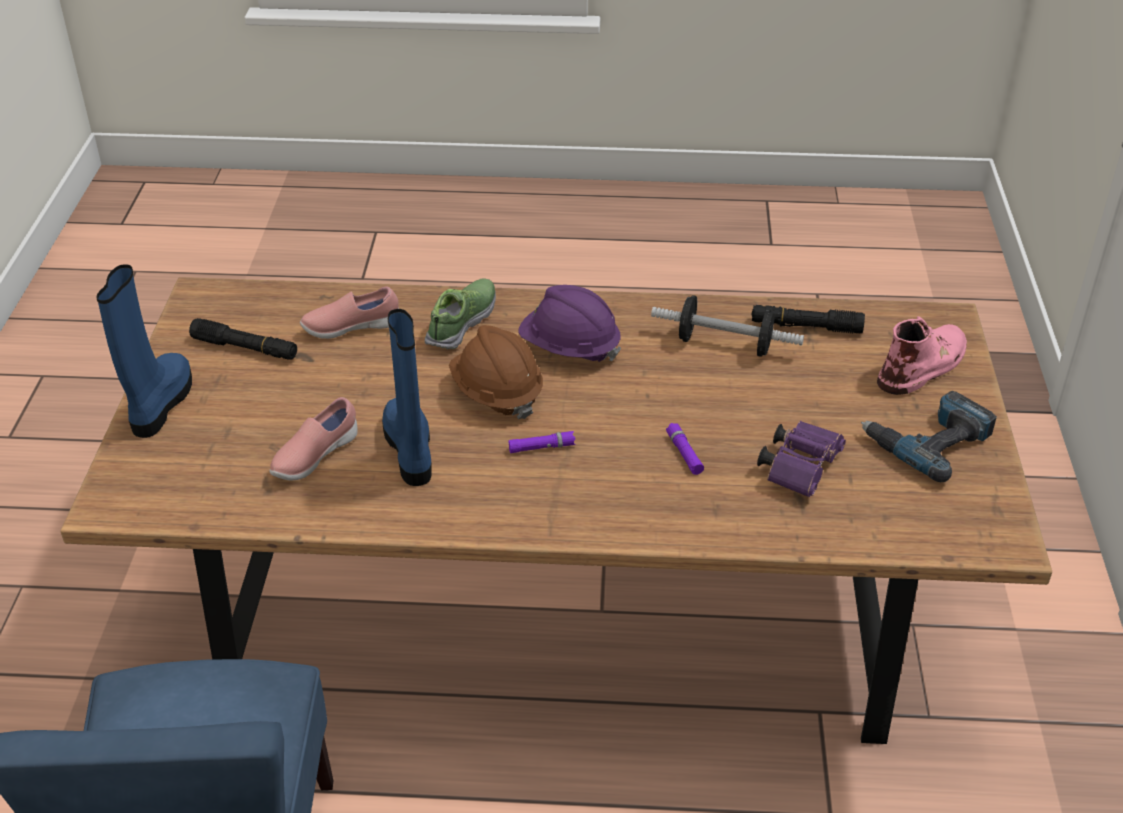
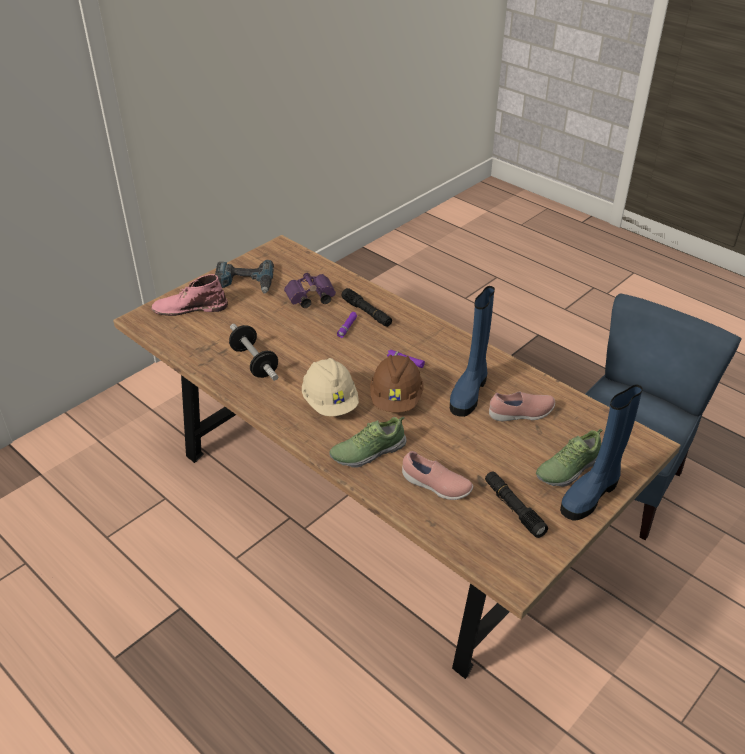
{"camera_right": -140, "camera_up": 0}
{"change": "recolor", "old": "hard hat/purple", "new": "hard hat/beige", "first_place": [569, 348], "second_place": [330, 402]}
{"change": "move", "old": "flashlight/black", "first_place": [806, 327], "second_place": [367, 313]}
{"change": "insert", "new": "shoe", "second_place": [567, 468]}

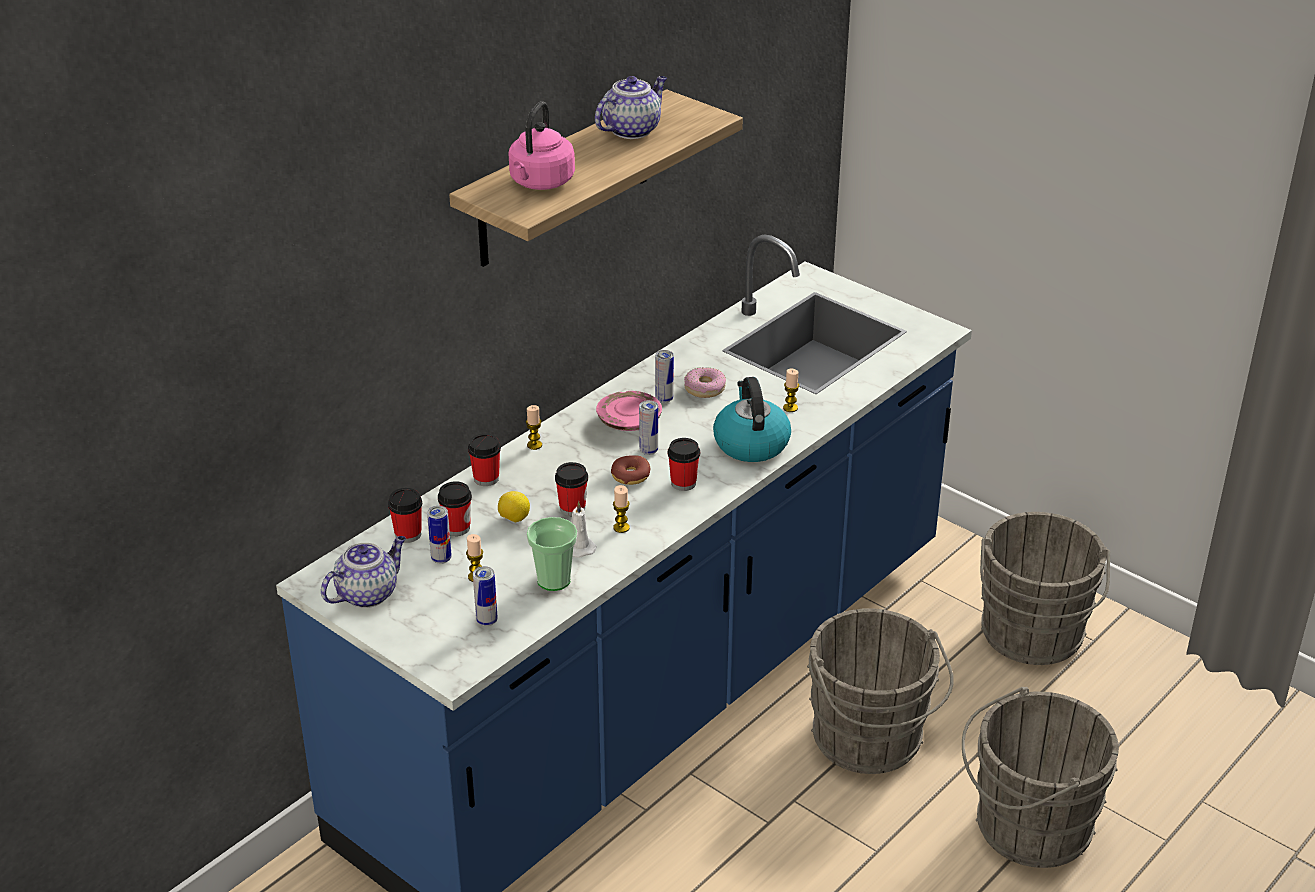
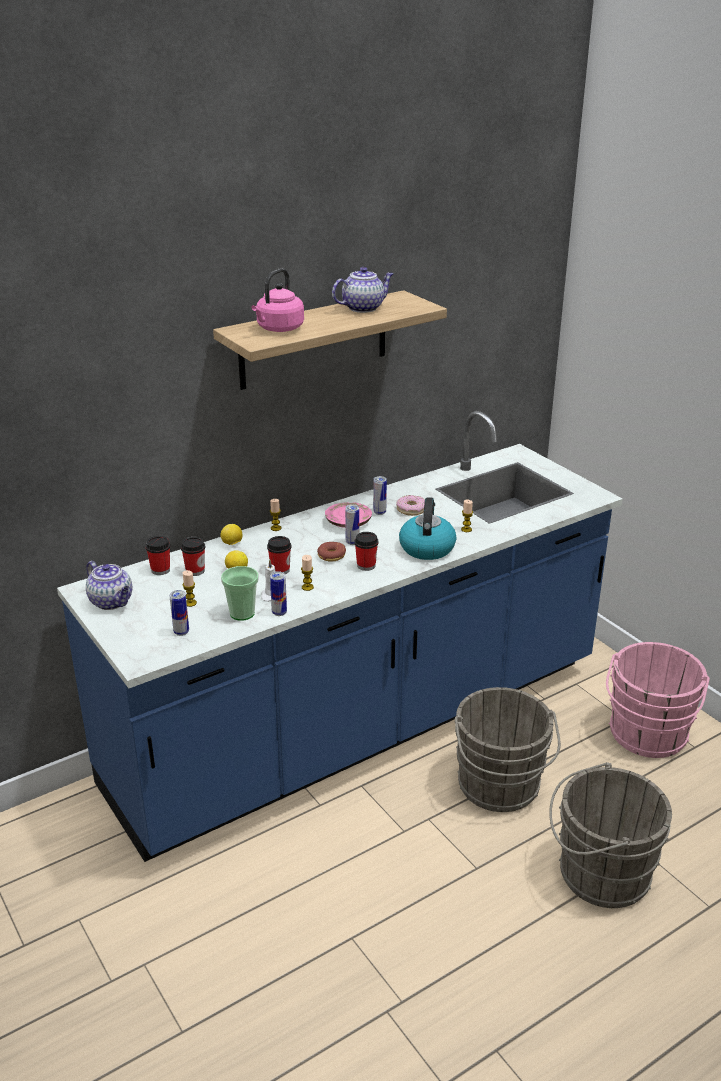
{"camera_right": 15, "camera_up": -5}
{"change": "replace", "old": "cup", "new": "lemon", "first_place": [486, 478], "second_place": [232, 544]}
{"change": "move", "old": "can", "first_place": [441, 559], "second_place": [279, 612]}
{"change": "recolor", "old": "bucket/grey", "new": "bucket/pink", "first_place": [1031, 637], "second_place": [647, 736]}
{"change": "rotate", "old": "teapot", "first_place": [368, 593], "second_place": [112, 602], "degrees": 75}

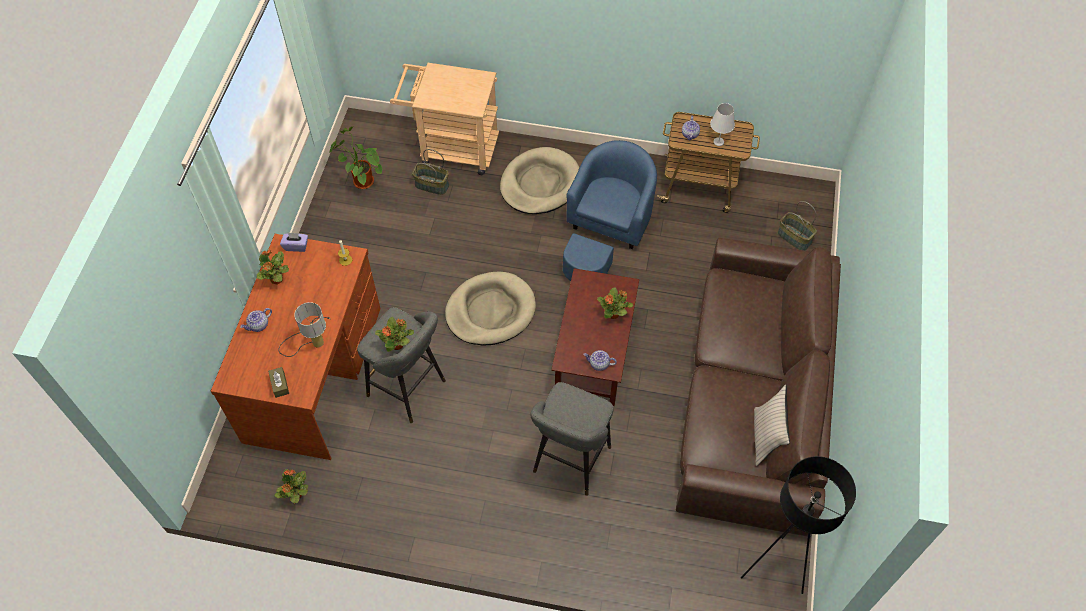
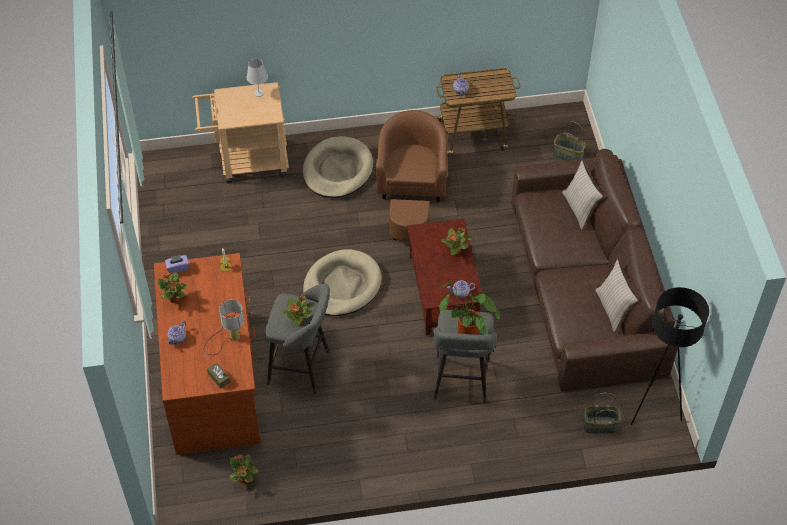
{"camera_right": -20, "camera_up": -5}
{"change": "move", "old": "table lamp/white", "first_place": [718, 141], "second_place": [258, 93]}
{"change": "move", "old": "potted plant", "first_place": [361, 181], "second_place": [465, 332]}
{"change": "recolor", "old": "armchair/blue", "new": "armchair/brown", "first_place": [606, 232], "second_place": [411, 194]}
{"change": "move", "old": "basket", "first_place": [431, 185], "second_place": [599, 426]}
{"change": "insert", "new": "pillow/beige", "second_place": [579, 208]}

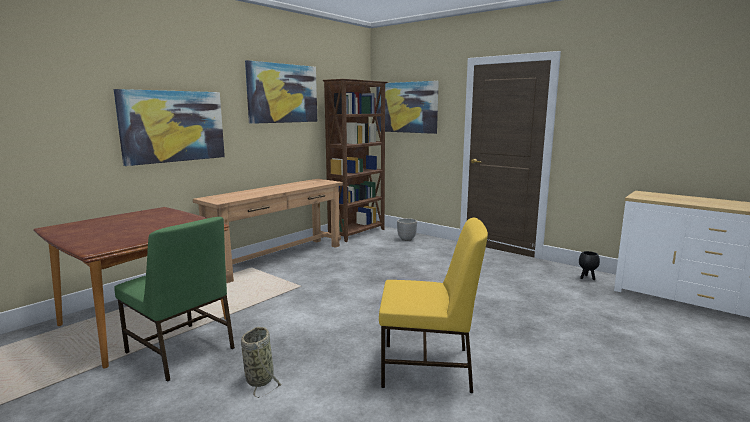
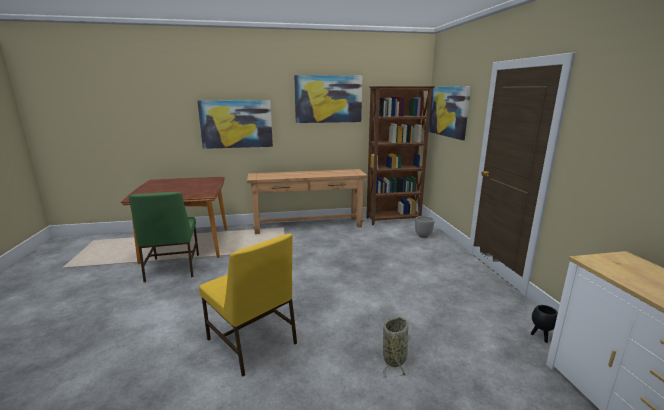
{"camera_right": 40, "camera_up": 5}
{"change": "move", "old": "basket", "first_place": [259, 378], "second_place": [395, 358]}

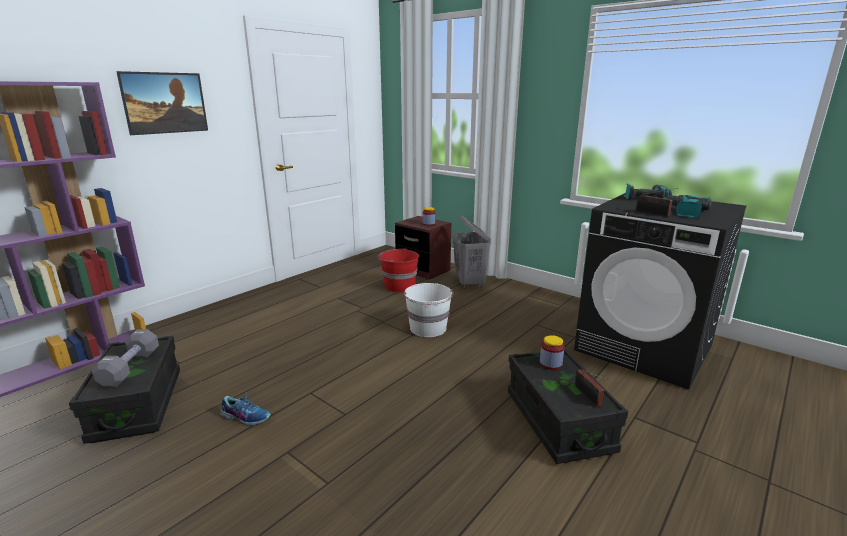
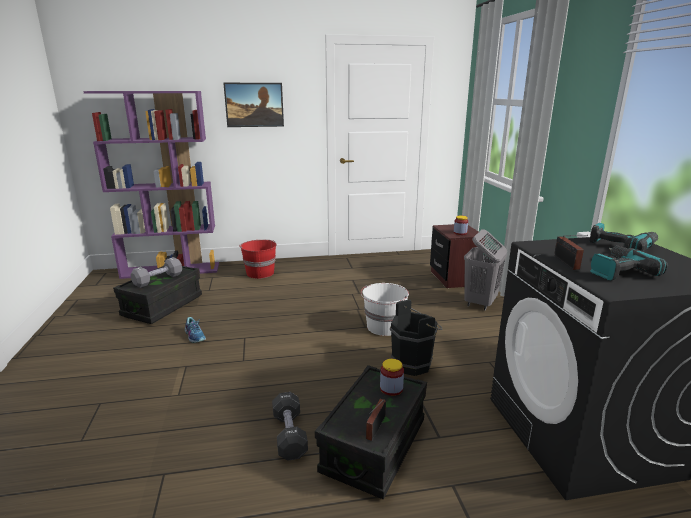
{"camera_right": 40, "camera_up": 0}
{"change": "move", "old": "bucket/red", "first_place": [399, 286], "second_place": [260, 273]}
{"change": "insert", "new": "bucket/black", "second_place": [414, 363]}
{"change": "insert", "new": "dumbbell/black", "second_place": [289, 435]}

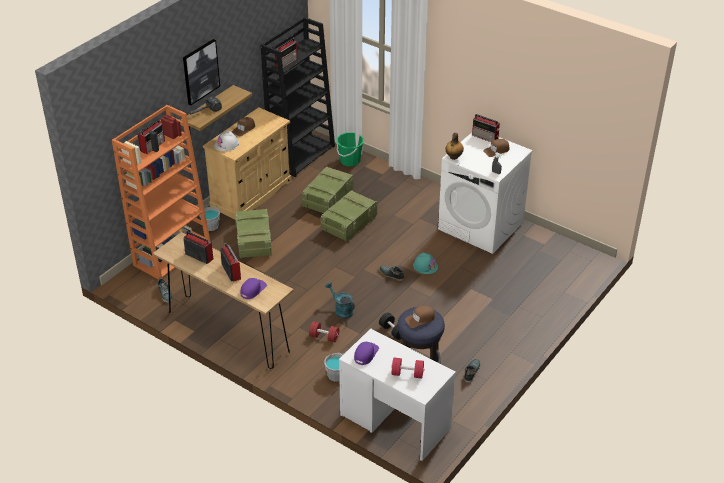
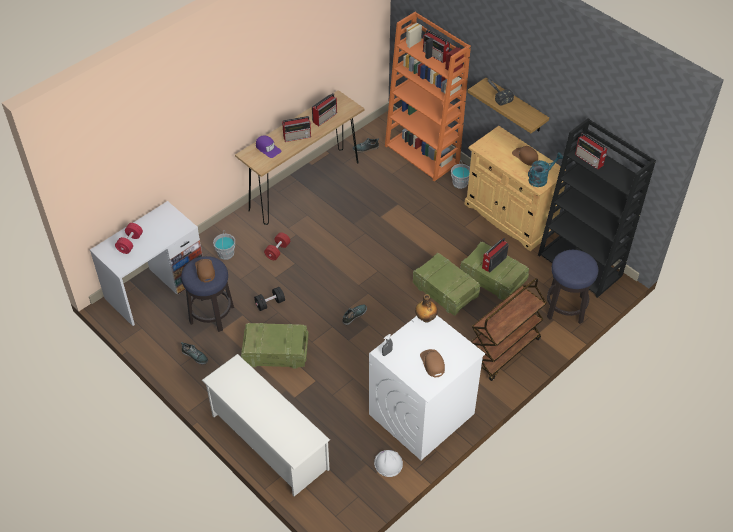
{"camera_right": 100, "camera_up": 10}
{"change": "delete", "old": "picture", "first_place": [200, 71]}
{"change": "move", "old": "radio", "first_place": [485, 137], "second_place": [493, 263]}
{"change": "move", "old": "hard hat/white", "first_place": [227, 144], "second_place": [388, 463]}
{"change": "replace", "old": "bucket/green", "new": "stool", "first_place": [350, 161], "second_place": [565, 308]}
{"change": "move", "old": "crate", "first_place": [254, 242], "second_place": [275, 353]}
{"change": "delete", "old": "hard hat/turquoise", "first_place": [425, 266]}
{"change": "move", "old": "watering can/turquoise", "first_place": [341, 310], "second_place": [541, 178]}
{"change": "delete", "old": "cap/purple", "first_place": [366, 354]}
{"change": "insert", "new": "cart/brown", "second_place": [503, 351]}
{"change": "insert", "new": "shoe rack/white", "second_place": [268, 441]}

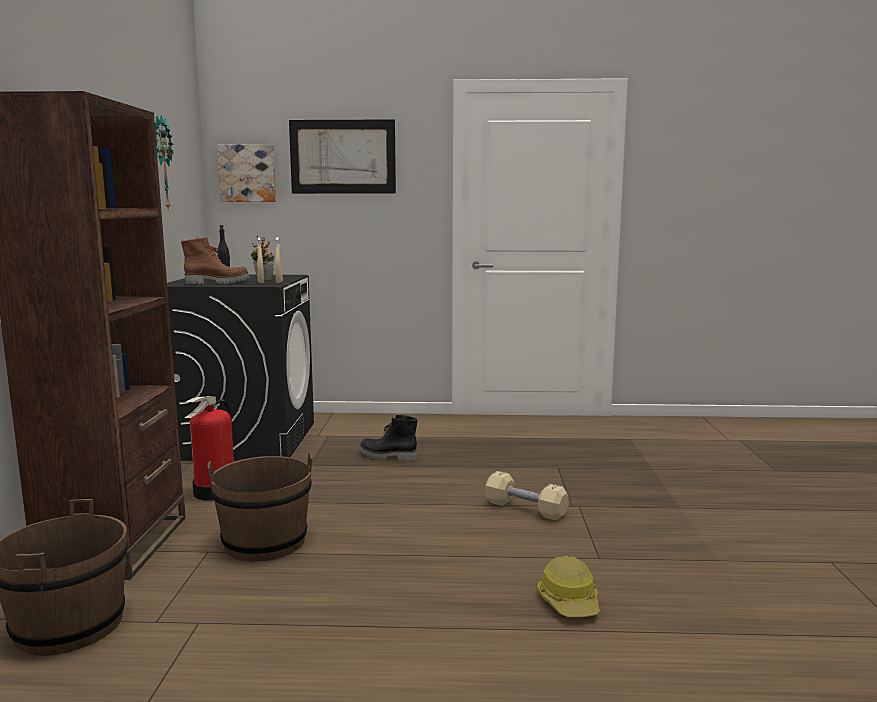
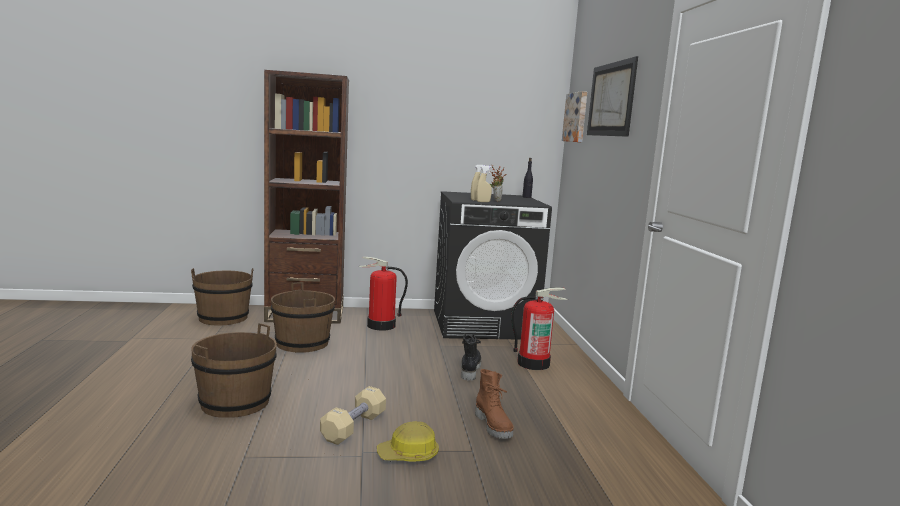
{"camera_right": 80, "camera_up": 0}
{"change": "delete", "old": "wall clock", "first_place": [160, 163]}
{"change": "move", "old": "boot/brown", "first_place": [217, 283], "second_place": [494, 426]}
{"change": "move", "old": "hard hat", "first_place": [569, 601], "second_place": [408, 455]}
{"change": "insert", "new": "fire extinguisher", "second_place": [533, 363]}
{"change": "insert", "new": "bucket/brown", "second_place": [235, 402]}

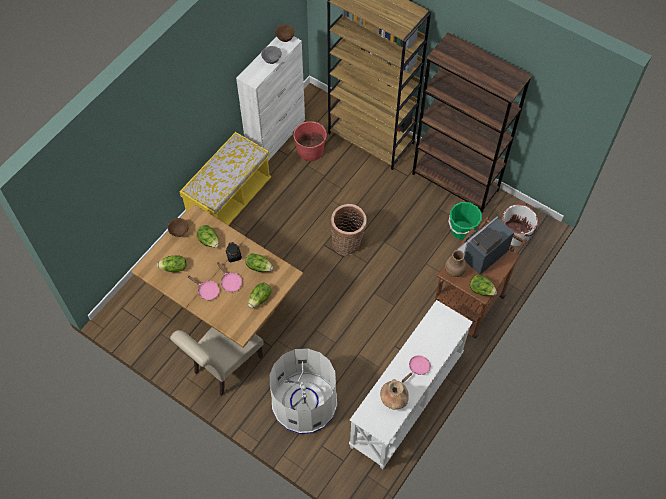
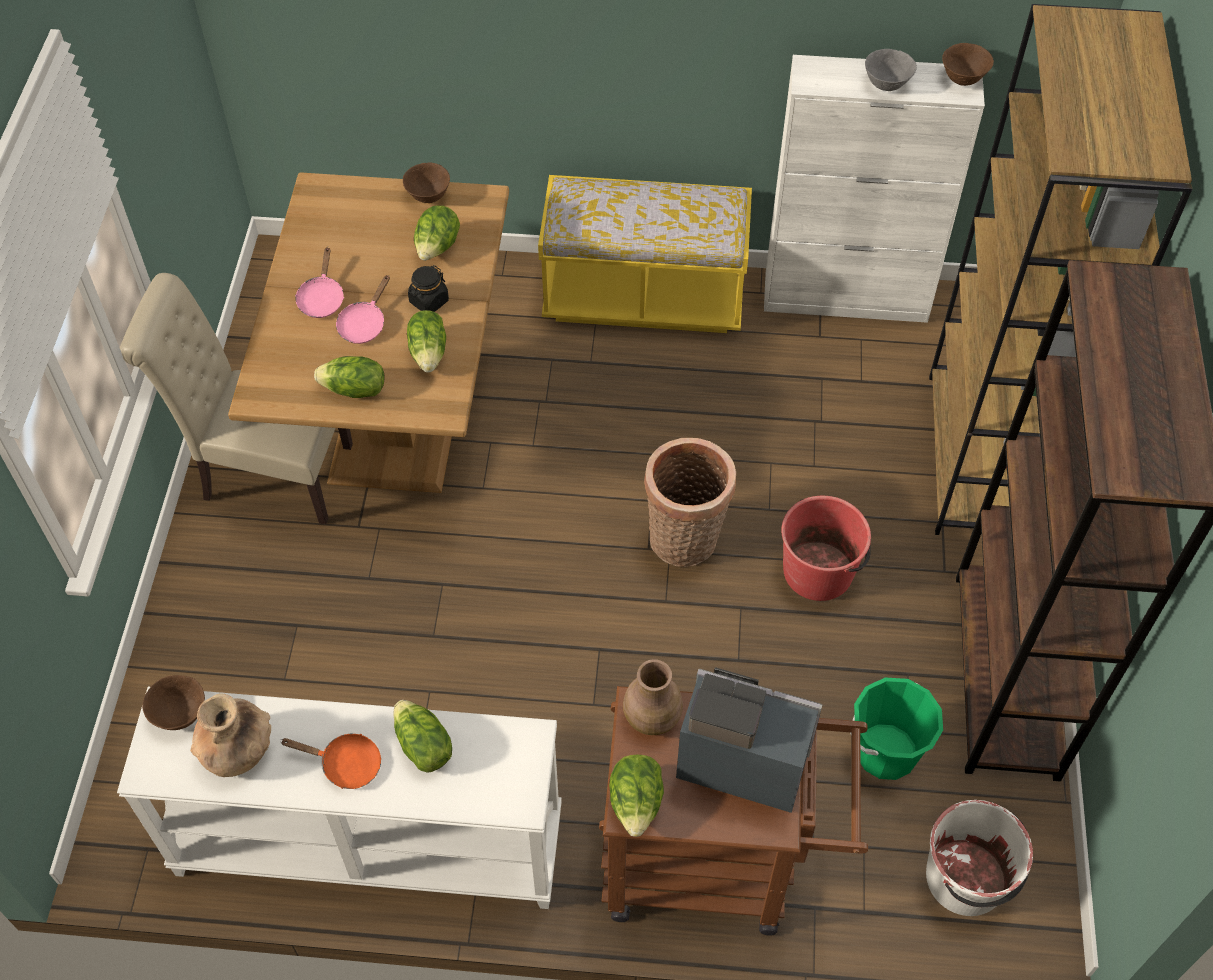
{"camera_right": 60, "camera_up": -5}
{"change": "move", "old": "bucket/red", "first_place": [310, 150], "second_place": [819, 571]}
{"change": "move", "old": "lettuce", "first_place": [174, 268], "second_place": [422, 746]}
{"change": "delete", "old": "trash can/white", "first_place": [304, 403]}
{"change": "recolor", "old": "frying pan/pink", "new": "frying pan/orange", "first_place": [417, 368], "second_place": [345, 764]}
{"change": "insert", "new": "bowl/brown", "second_place": [180, 714]}

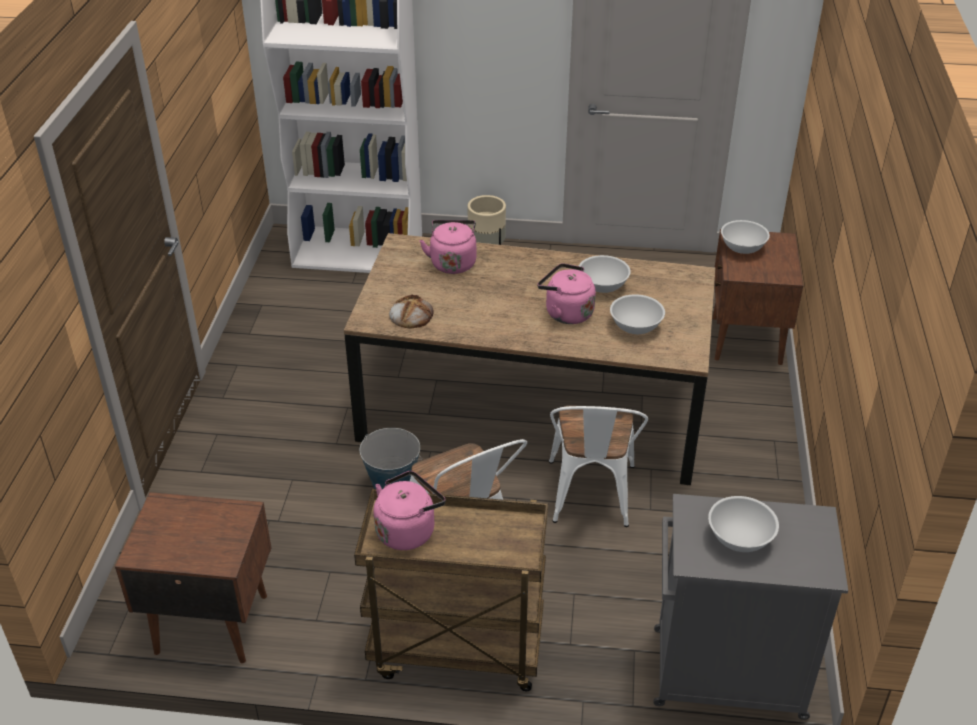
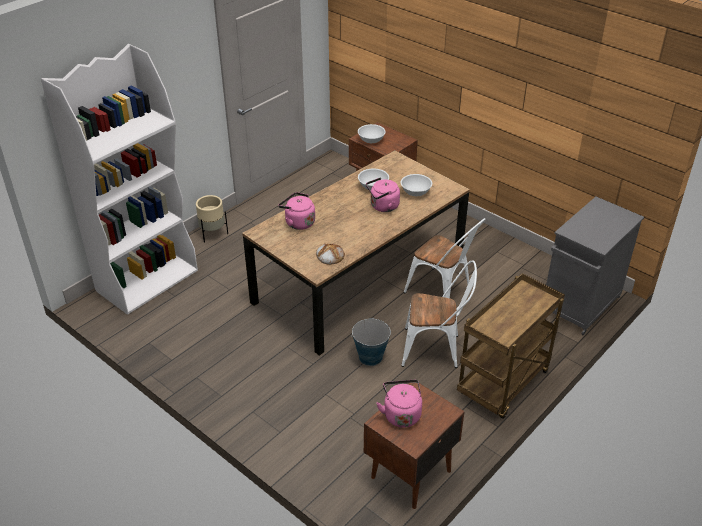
{"camera_right": -55, "camera_up": 0}
{"change": "move", "old": "kettle/pink", "first_place": [408, 530], "second_place": [401, 414]}
{"change": "delete", "old": "bowl/white", "first_place": [739, 538]}

